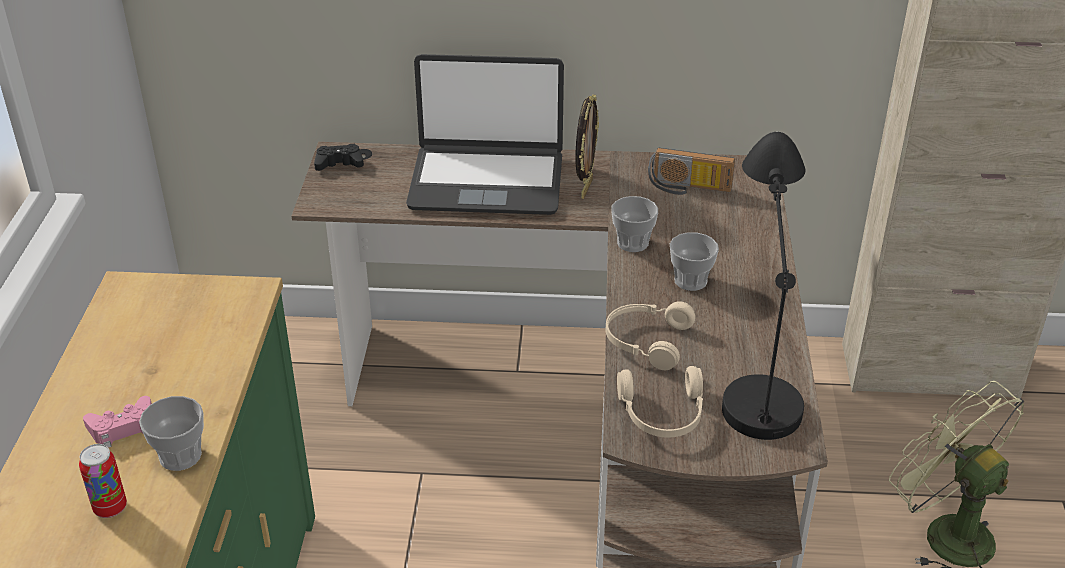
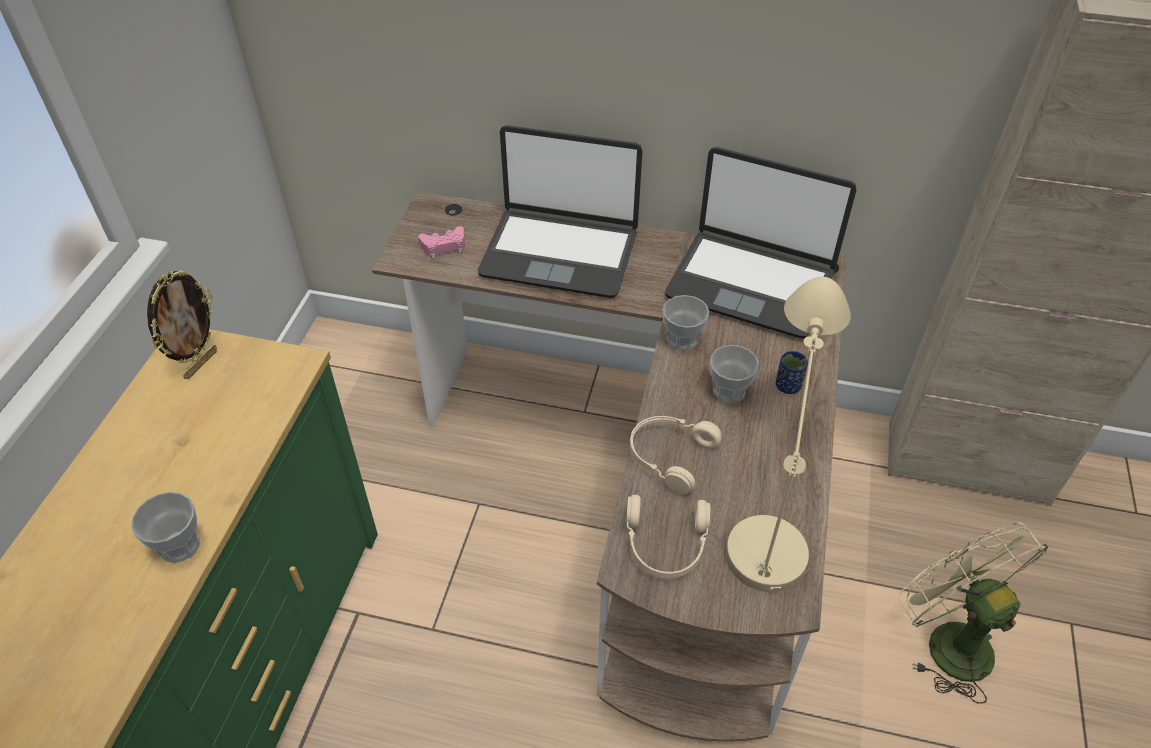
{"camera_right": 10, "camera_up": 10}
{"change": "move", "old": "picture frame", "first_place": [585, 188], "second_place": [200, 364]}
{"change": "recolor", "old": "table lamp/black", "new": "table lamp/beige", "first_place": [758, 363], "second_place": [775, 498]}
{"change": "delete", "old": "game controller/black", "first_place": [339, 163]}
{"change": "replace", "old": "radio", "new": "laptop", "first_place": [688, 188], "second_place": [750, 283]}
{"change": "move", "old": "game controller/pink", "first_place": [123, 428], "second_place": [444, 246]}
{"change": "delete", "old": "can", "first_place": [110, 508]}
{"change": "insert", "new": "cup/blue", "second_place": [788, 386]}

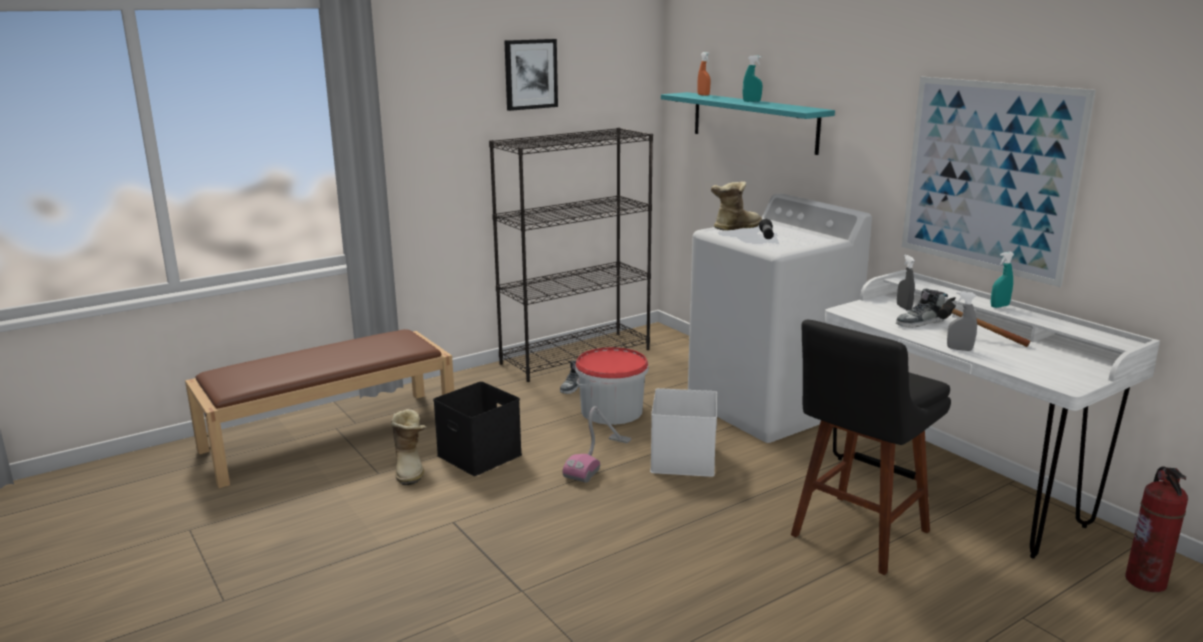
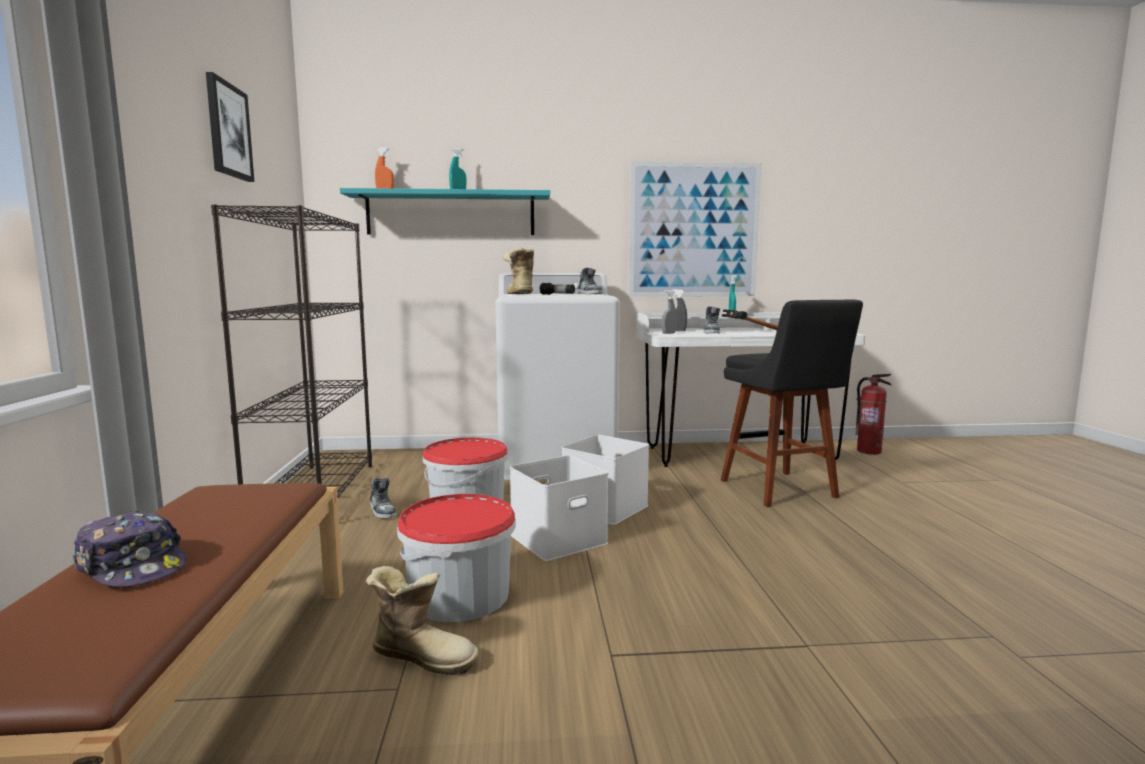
{"camera_right": -60, "camera_up": -10}
{"change": "move", "old": "spray bottle/grey", "first_place": [959, 349], "second_place": [668, 333]}
{"change": "replace", "old": "storage box/black", "new": "bucket", "first_place": [481, 455], "second_place": [460, 595]}
{"change": "replace", "old": "vacuum cleaner", "new": "storage box/white", "first_place": [599, 459], "second_place": [559, 538]}
{"change": "insert", "new": "shoe", "second_place": [589, 294]}
{"change": "insert", "new": "cap", "second_place": [133, 566]}

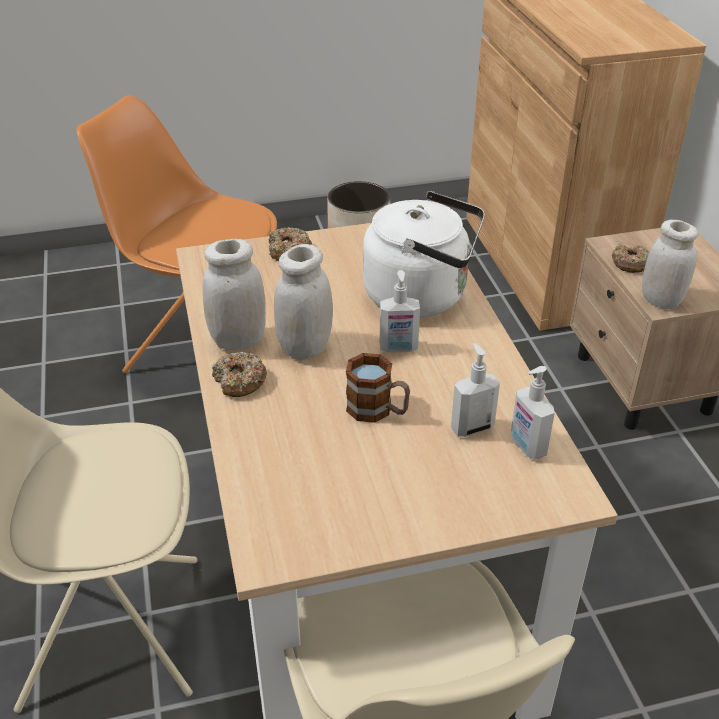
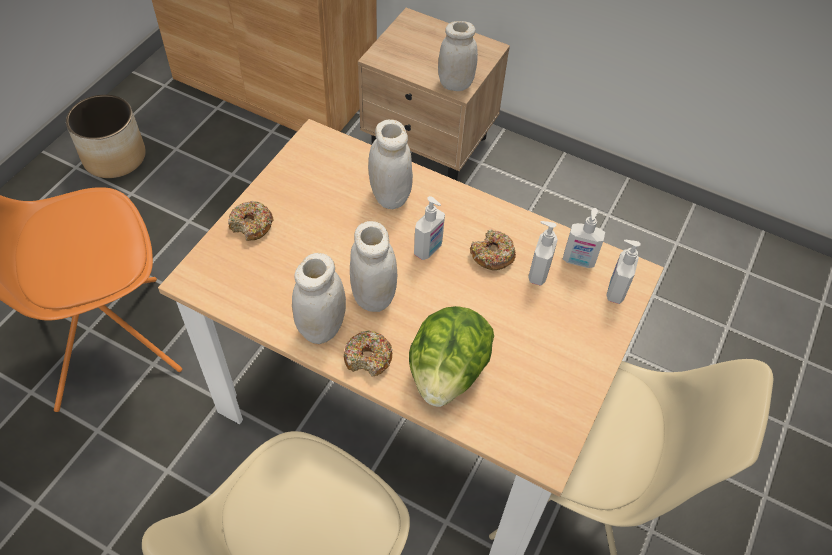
{"camera_right": -50, "camera_up": 15}
{"change": "replace", "old": "kettle/white", "new": "jar/white", "first_place": [422, 296], "second_place": [390, 196]}
{"change": "move", "old": "donut", "first_place": [630, 264], "second_place": [492, 255]}
{"change": "delete", "old": "mug", "first_place": [377, 410]}
{"change": "insert", "new": "soap dispenser", "second_place": [615, 290]}
{"change": "insert", "new": "lettuce", "second_place": [447, 373]}

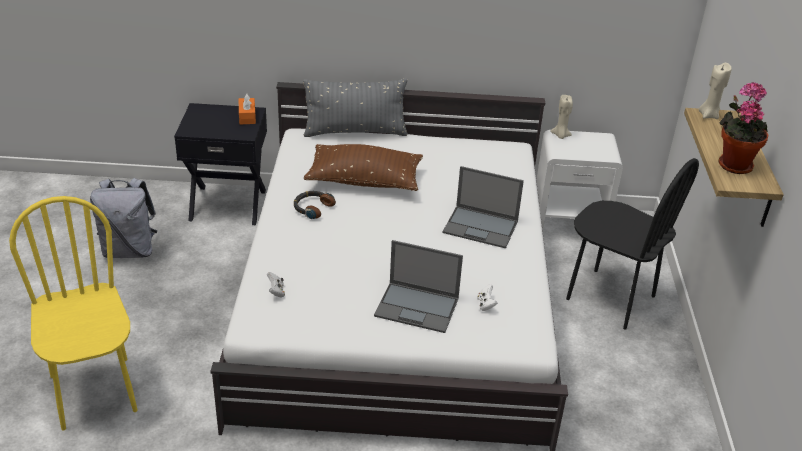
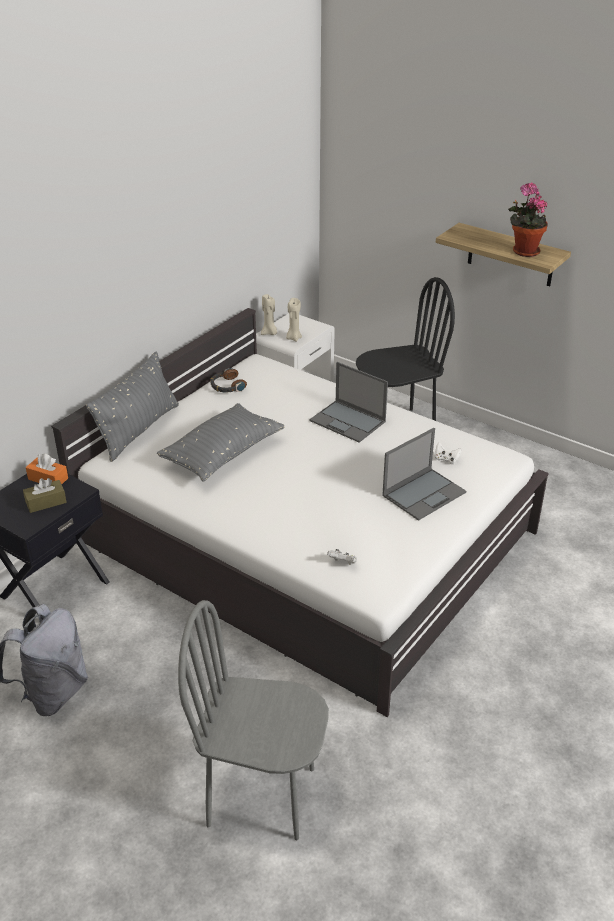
{"camera_right": -55, "camera_up": 0}
{"change": "move", "old": "candle/beige", "first_place": [708, 115], "second_place": [293, 338]}
{"change": "recolor", "old": "pillow/brown", "new": "pillow/grey", "first_place": [364, 181], "second_place": [223, 454]}
{"change": "rotate", "old": "laptop", "first_place": [481, 227], "second_place": [348, 421], "degrees": 75}
{"change": "move", "old": "headphones", "first_place": [312, 208], "second_place": [227, 386]}
{"change": "recolor", "old": "chair/yellow", "new": "chair/grey", "first_place": [94, 393], "second_place": [261, 795]}
{"change": "insert", "new": "tissue box/brown", "second_place": [46, 502]}

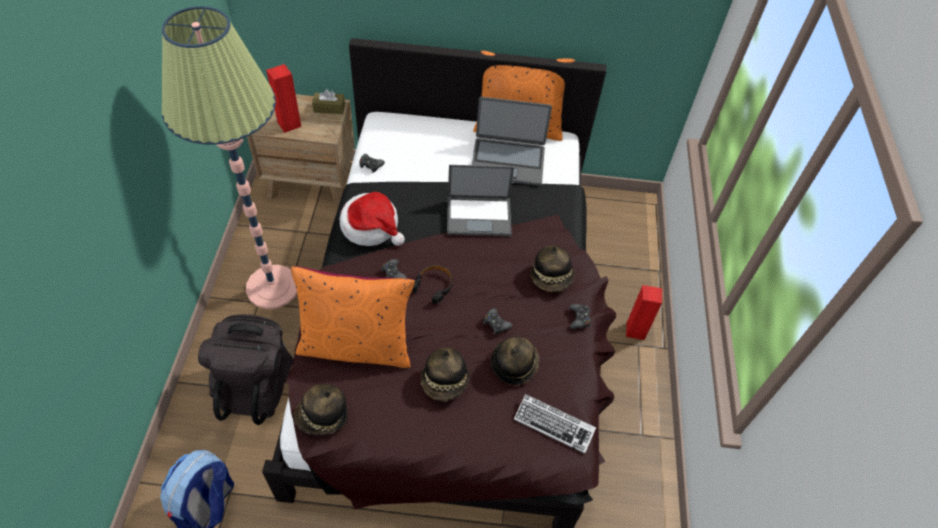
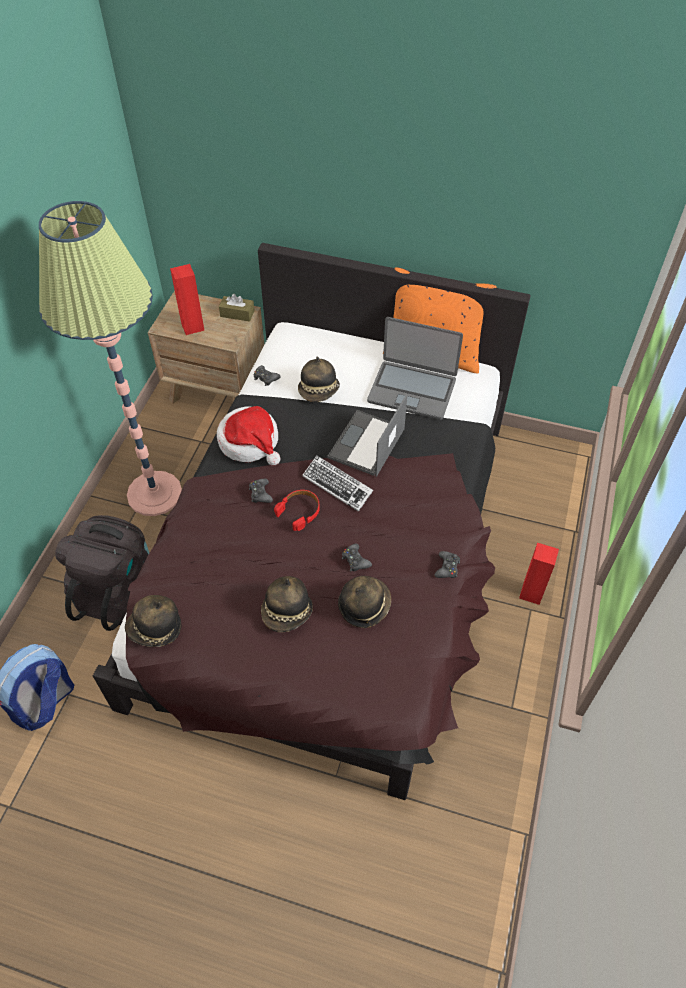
{"camera_right": 15, "camera_up": 0}
{"change": "rotate", "old": "laptop", "first_place": [480, 215], "second_place": [366, 444], "degrees": 105}
{"change": "move", "old": "hat", "first_place": [552, 277], "second_place": [319, 391]}
{"change": "recolor", "old": "headphones/black", "new": "headphones/red", "first_place": [434, 285], "second_place": [299, 511]}
{"change": "delete", "old": "pillow/orange", "first_place": [356, 345]}
{"change": "move", "old": "keyboard", "first_place": [554, 425], "second_place": [337, 486]}

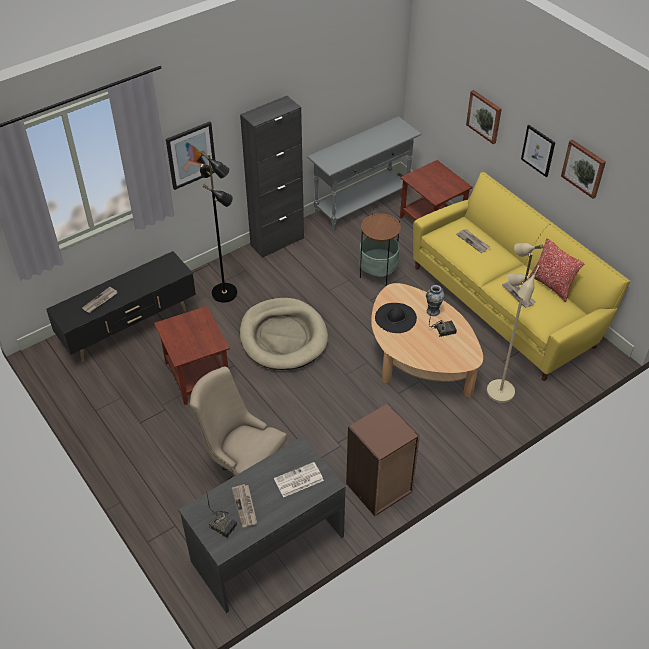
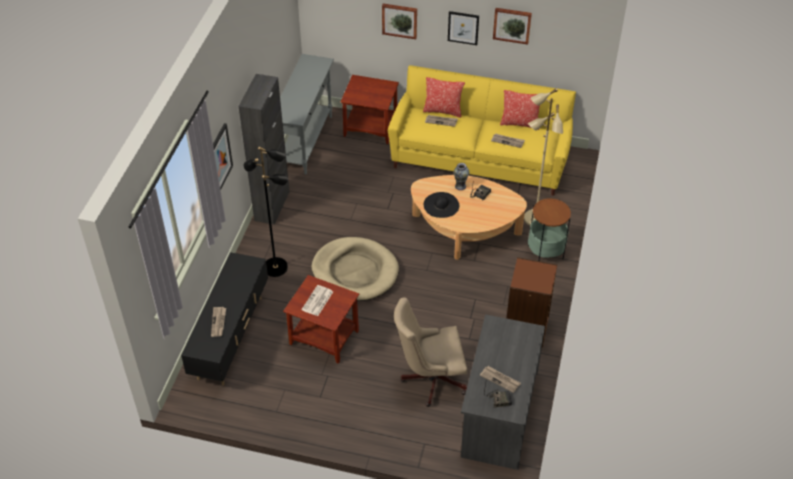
{"camera_right": -40, "camera_up": 0}
{"change": "move", "old": "side table", "first_place": [378, 272], "second_place": [545, 252]}
{"change": "move", "old": "newspaper", "first_place": [298, 480], "second_place": [317, 301]}
{"change": "insert", "new": "pillow", "second_place": [443, 111]}

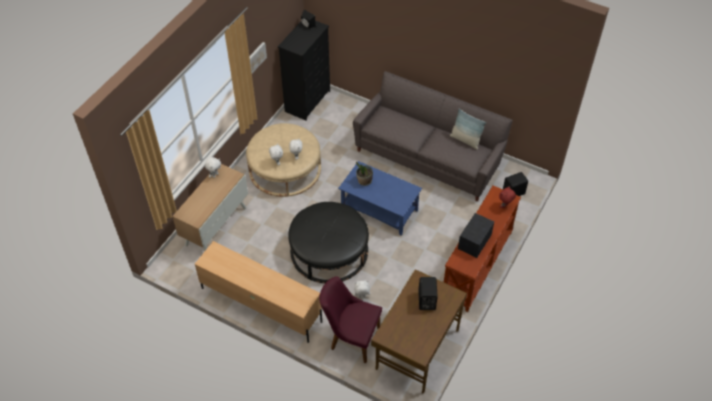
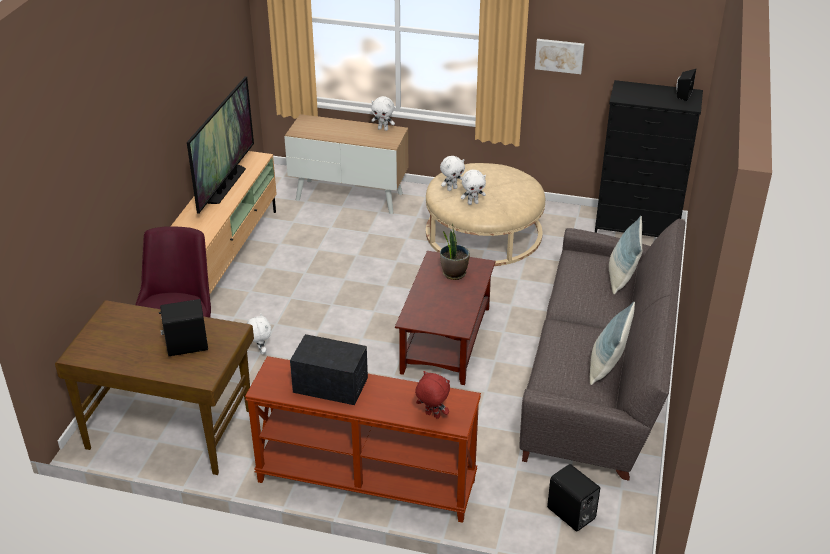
{"camera_right": 75, "camera_up": -15}
{"change": "recolor", "old": "coffee table/blue", "new": "coffee table/brown", "first_place": [380, 209], "second_place": [446, 341]}
{"change": "delete", "old": "ottoman/black", "first_place": [329, 250]}
{"change": "insert", "new": "television", "second_place": [226, 185]}
{"change": "insert", "new": "pillow", "second_place": [621, 278]}

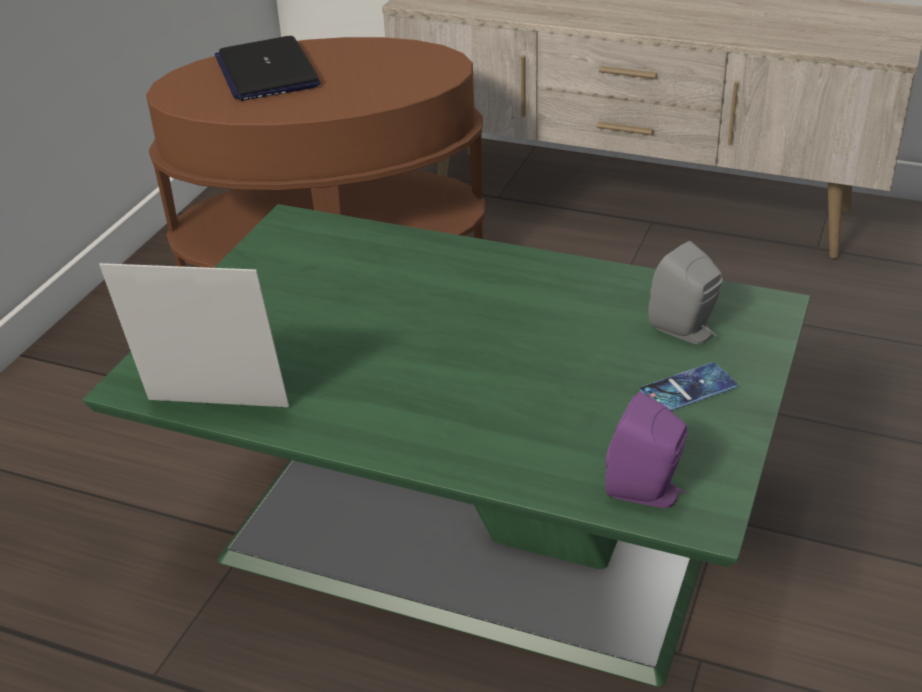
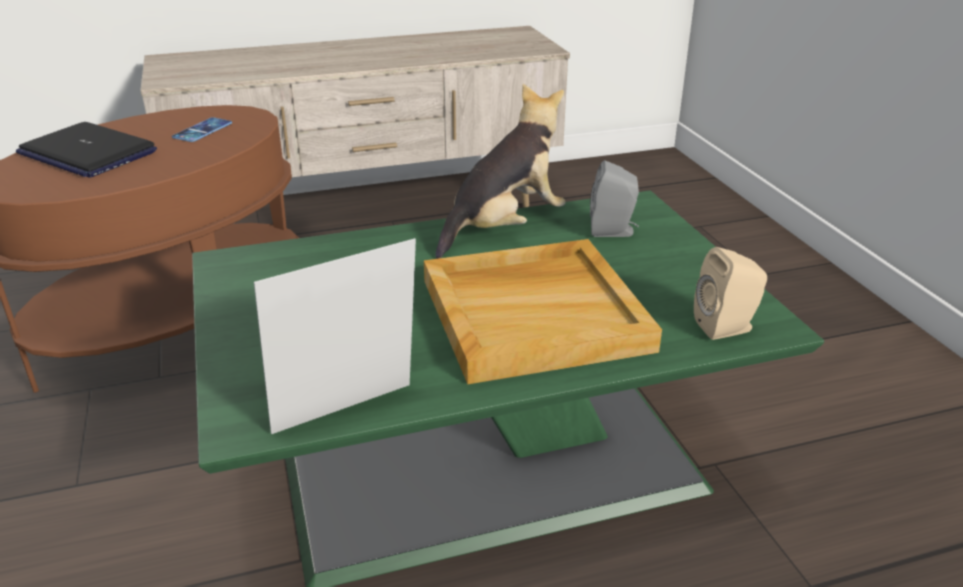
{"camera_right": -40, "camera_up": -5}
{"change": "move", "old": "phone", "first_place": [688, 388], "second_place": [202, 130]}
{"change": "recolor", "old": "speaker/purple", "new": "speaker/beige", "first_place": [647, 492], "second_place": [727, 327]}
{"change": "insert", "new": "plush toy", "second_place": [504, 228]}
{"change": "insert", "new": "tray/beige", "second_place": [535, 313]}

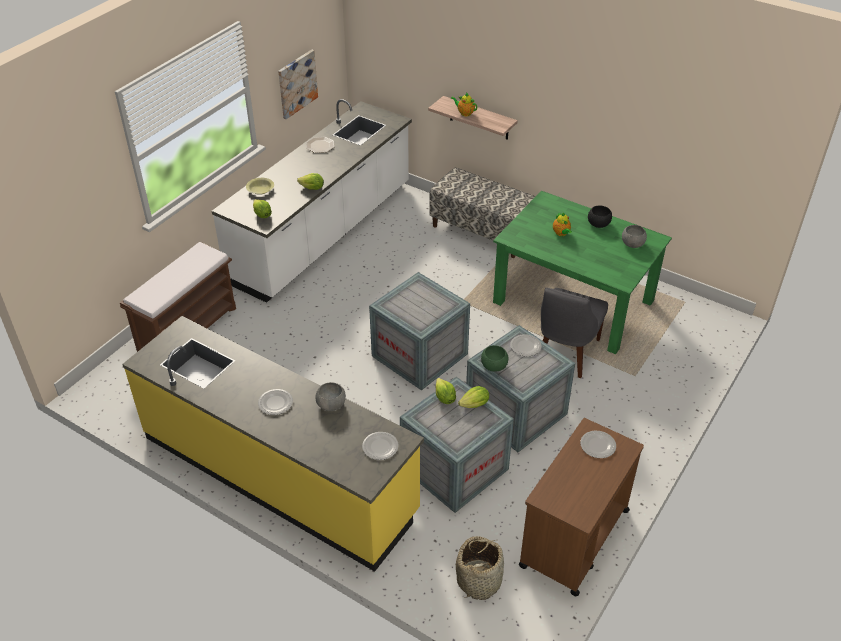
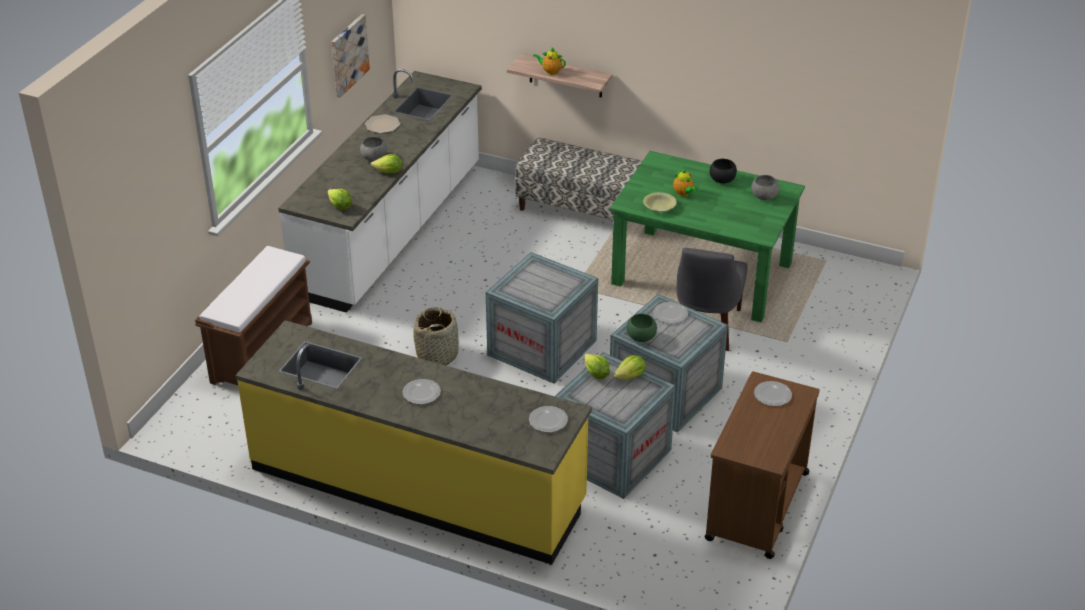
{"camera_right": -10, "camera_up": -5}
{"change": "move", "old": "bowl/yellow", "first_place": [260, 190], "second_place": [659, 207]}
{"change": "move", "old": "bowl/grey", "first_place": [331, 404], "second_place": [373, 158]}
{"change": "move", "old": "basket", "first_place": [479, 580], "second_place": [437, 354]}

